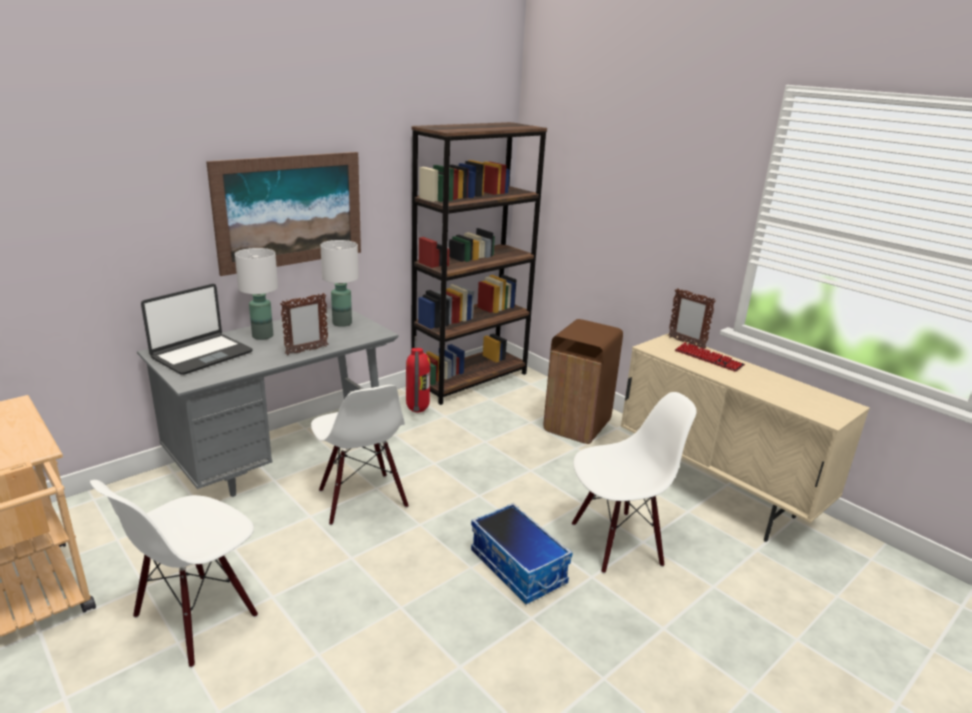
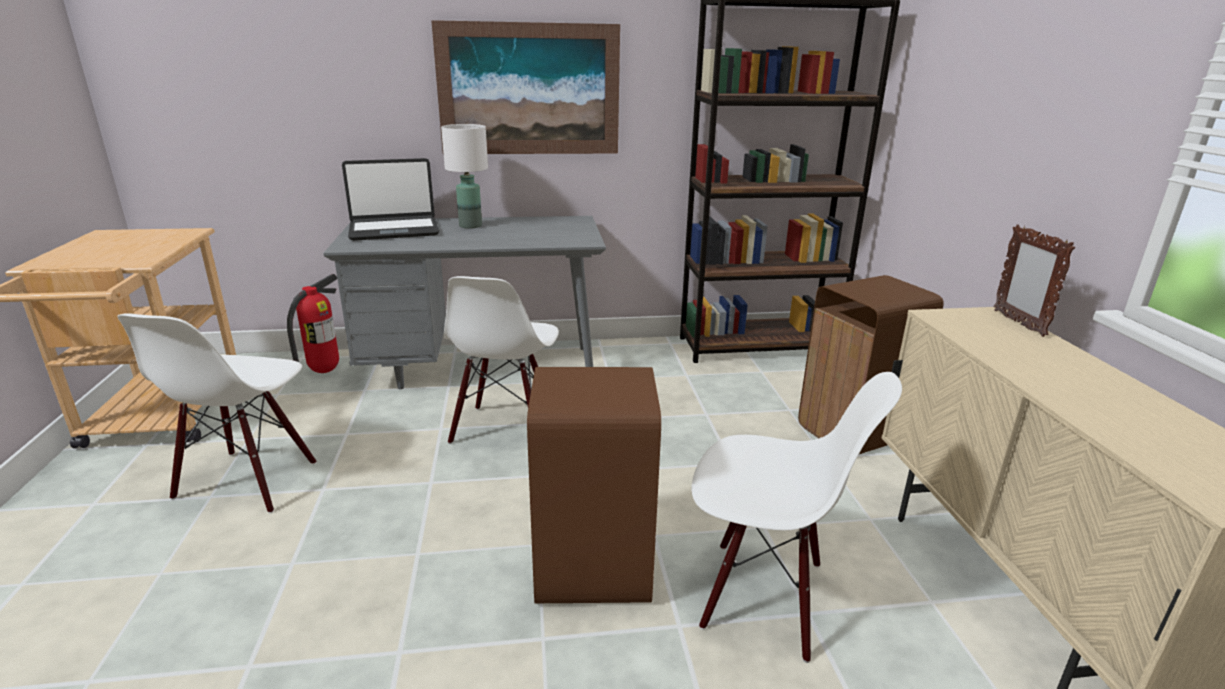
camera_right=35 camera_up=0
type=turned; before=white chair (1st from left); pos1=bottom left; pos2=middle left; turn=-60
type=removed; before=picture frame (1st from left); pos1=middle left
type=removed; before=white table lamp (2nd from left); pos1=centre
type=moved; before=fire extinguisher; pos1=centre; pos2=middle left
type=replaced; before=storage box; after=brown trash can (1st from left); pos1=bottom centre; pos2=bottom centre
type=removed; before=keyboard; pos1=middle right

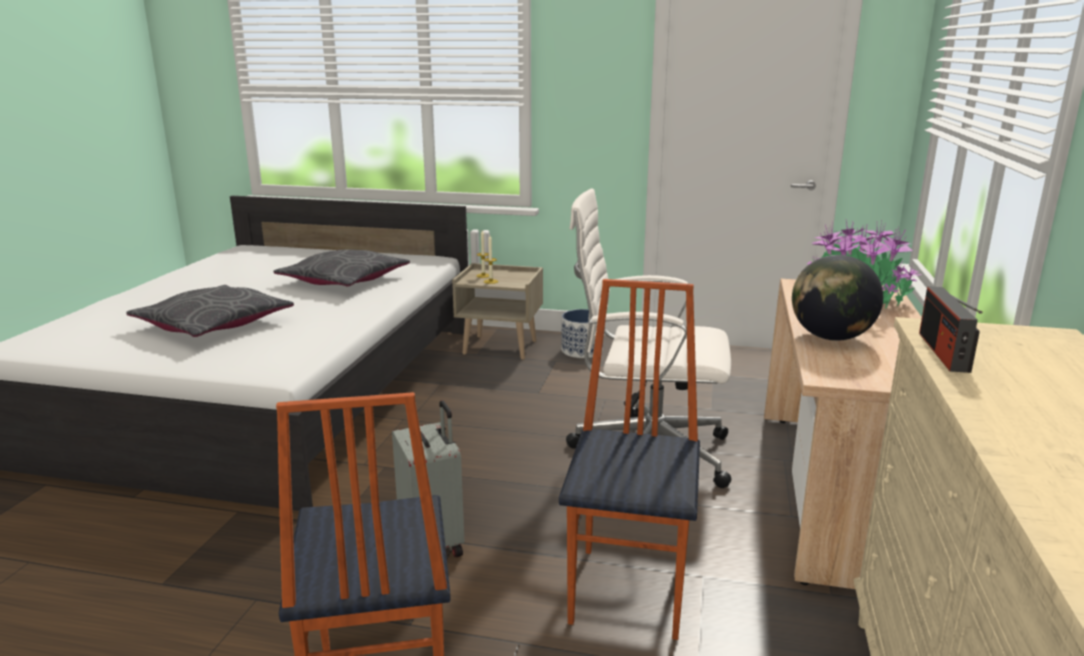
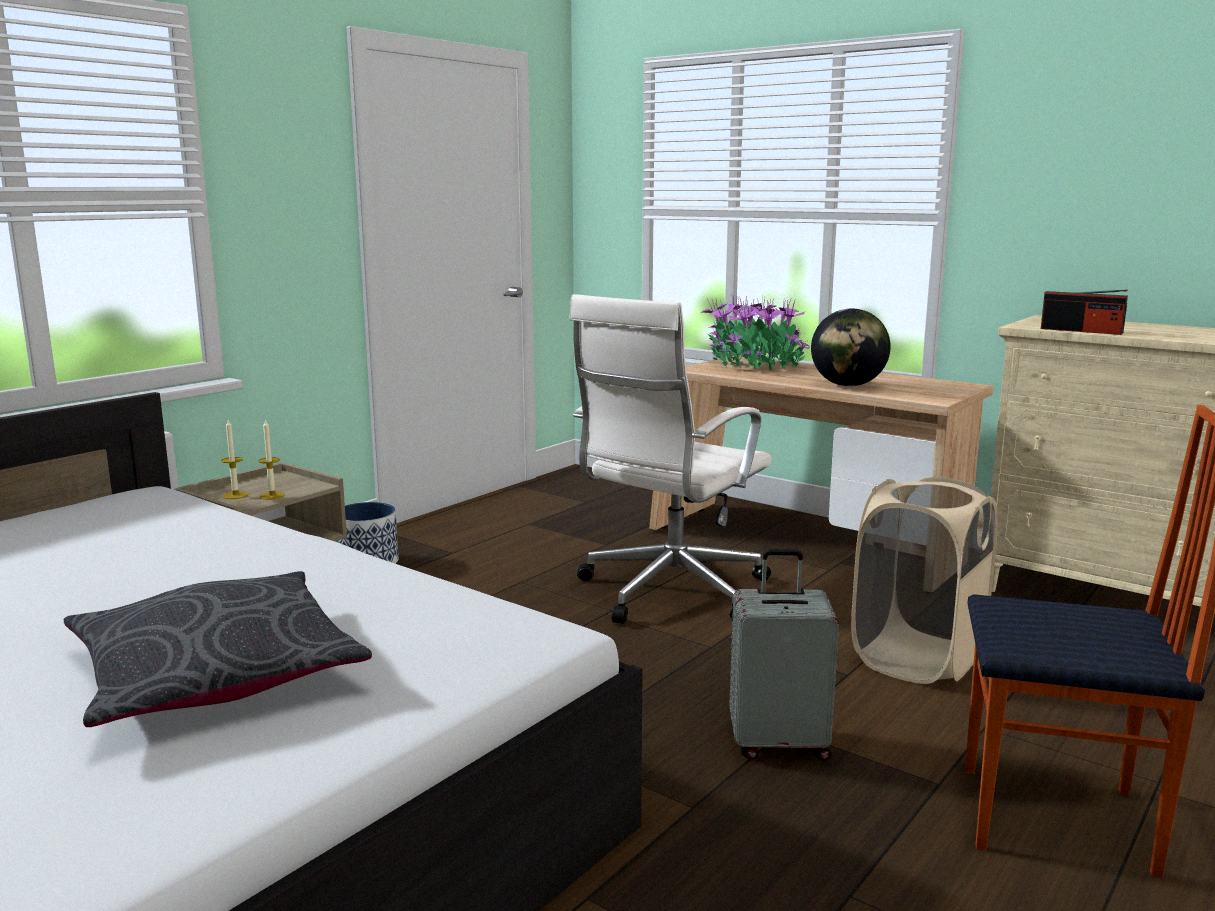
camera_right=-65 camera_up=-5
type=removed; before=grey pillow (2nd from left); pos1=middle left
type=replaced; before=chair (2nd from left); after=beige laundry basket; pos1=bottom centre; pos2=middle right

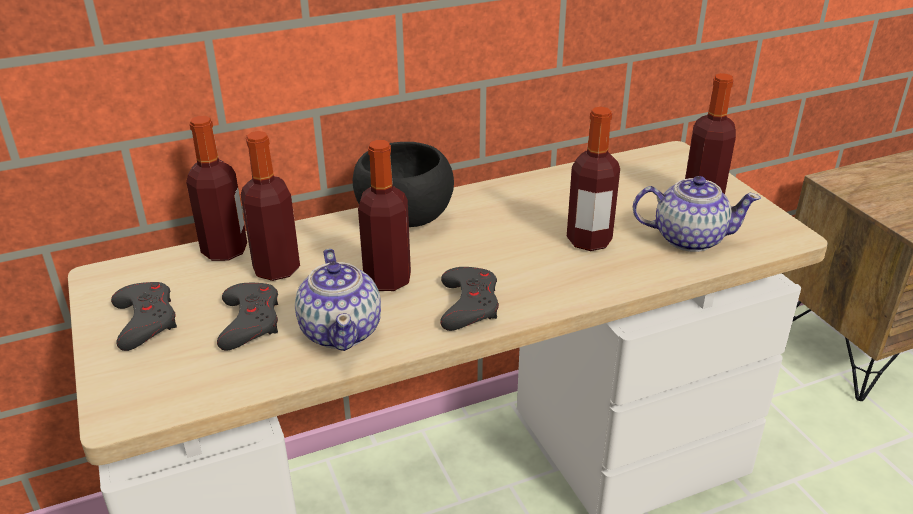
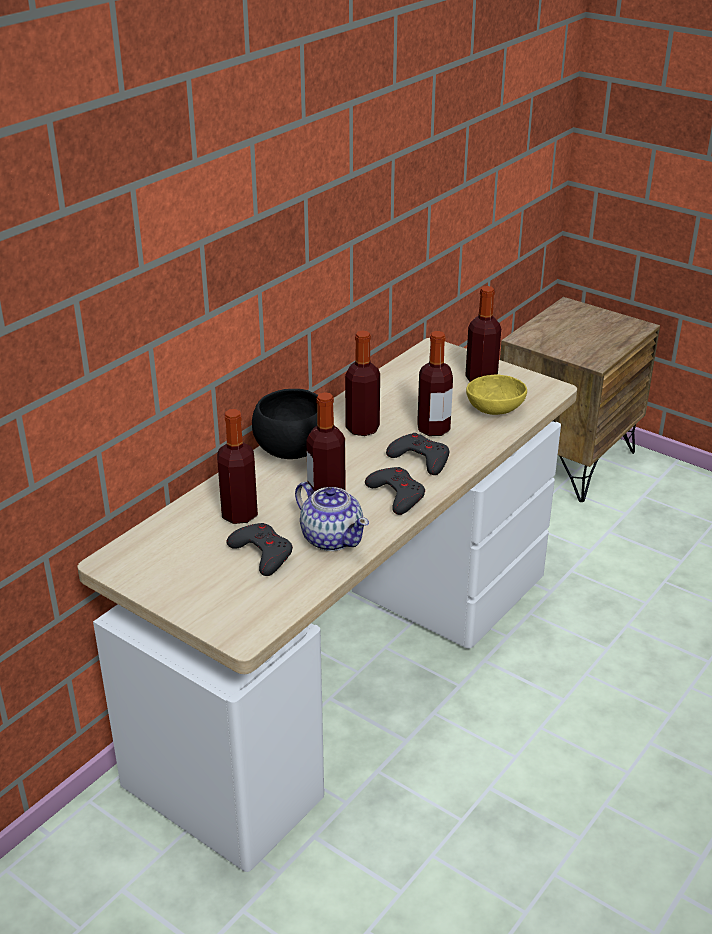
camera_right=-30 camera_up=0
type=moved; before=grey game controller (1st from left in the first image); after=grey game controller (3rd from left); pos1=middle left; pos2=centre
type=moved; before=bottle (1st from left in the first image); after=bottle (3rd from left); pos1=middle left; pos2=centre
type=replaced; before=teapot (2nd from left); after=yellow bowl; pos1=middle right; pos2=middle right

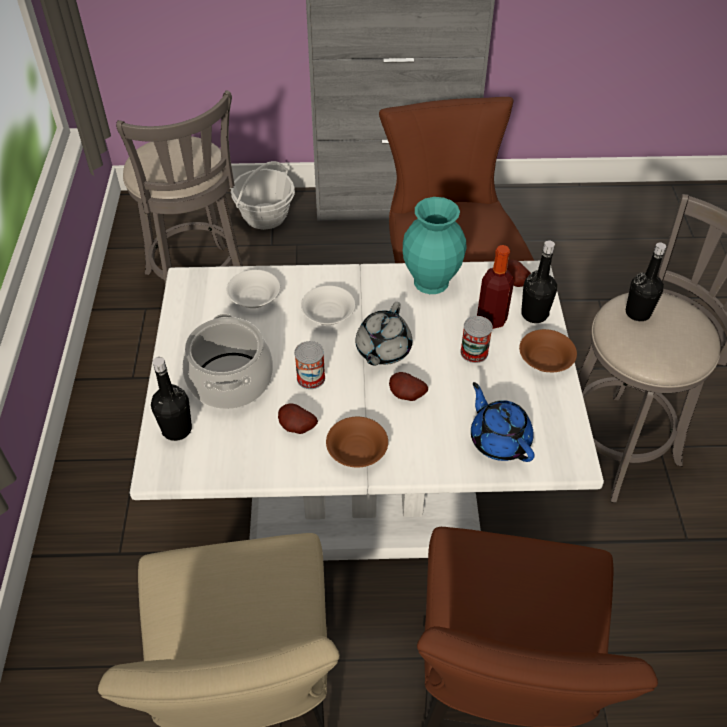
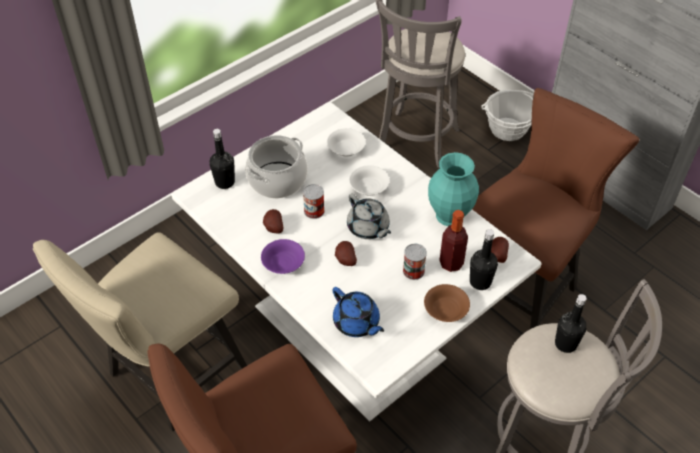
camera_right=50 camera_up=0
type=recoloured; before=brown bowl (1st from left); after=purple bowl; pos1=centre; pos2=centre
type=turned; before=grey teapot; pos1=centre; pos2=centre; turn=-105
type=turned; before=blue teapot; pos1=middle right; pos2=bottom centre; turn=120

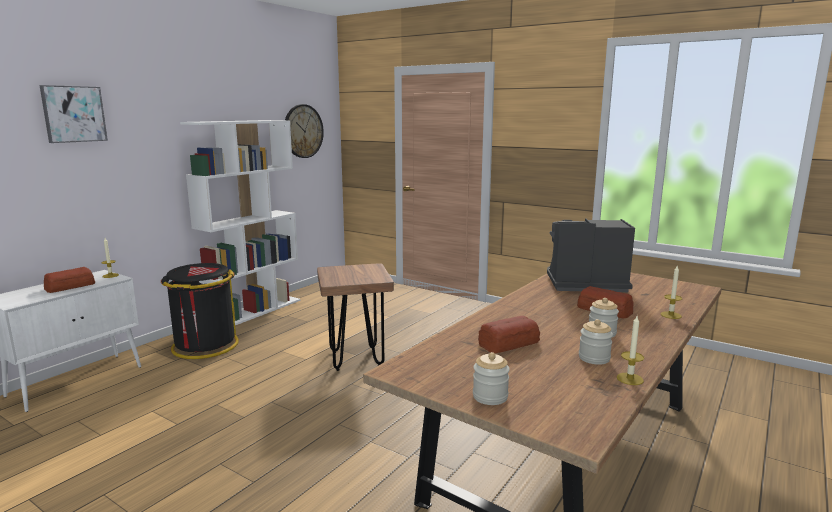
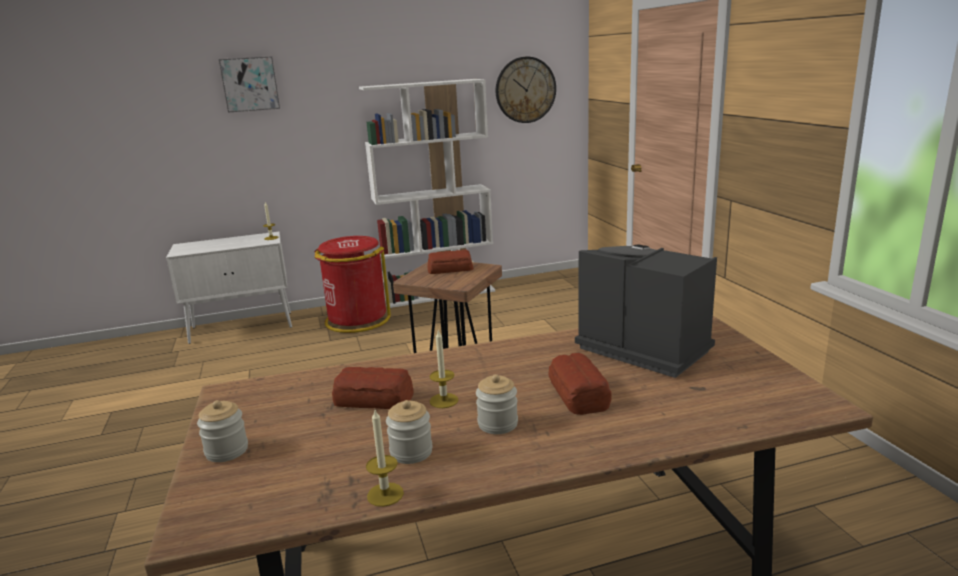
camera_right=40 camera_up=5
type=moved; before=bread (1st from left in the first image); after=bread (2nd from left); pos1=middle left; pos2=centre
type=recoloured; before=black trash can; after=red trash can; pos1=middle left; pos2=centre
type=moved; before=candle (3rd from left); pos1=middle right; pos2=centre

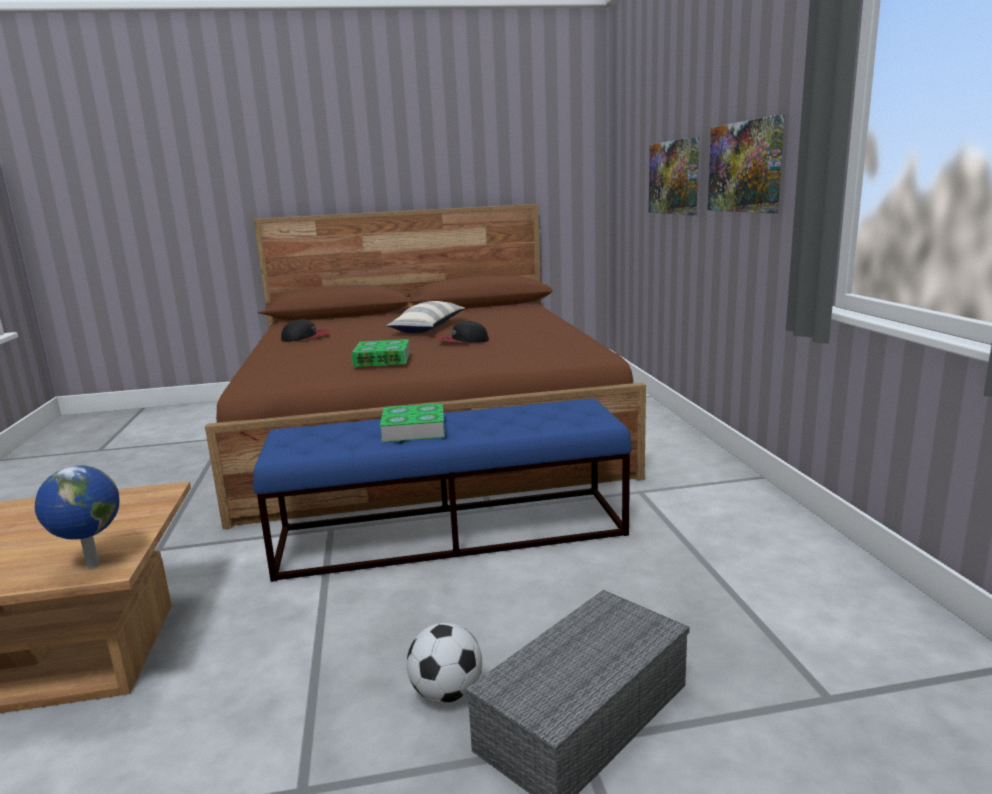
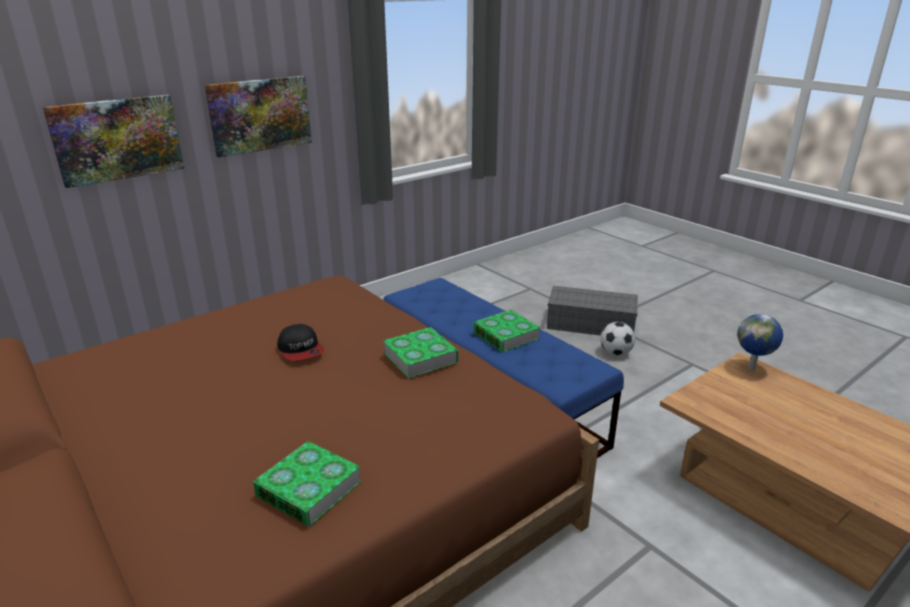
camera_right=-120 camera_up=10
type=replaced; before=cap (1st from left); after=book (1st from left); pos1=middle left; pos2=bottom centre
type=removed; before=pillow; pos1=centre

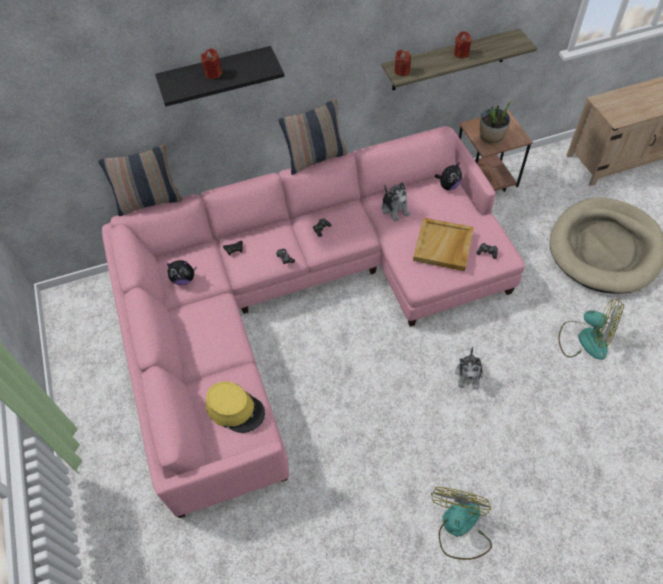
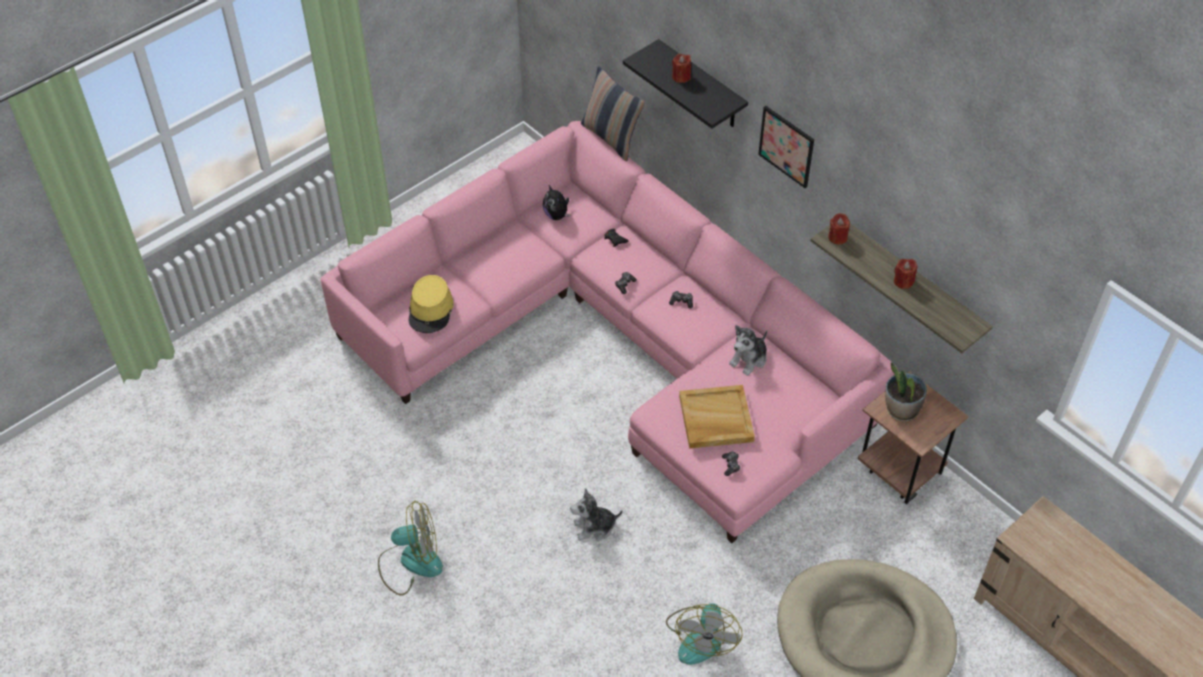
camera_right=65 camera_up=-5
type=removed; before=pillow (2nd from left); pos1=top centre
type=removed; before=plush toy (3rd from left); pos1=top right
type=added; after=picture; pos2=top centre

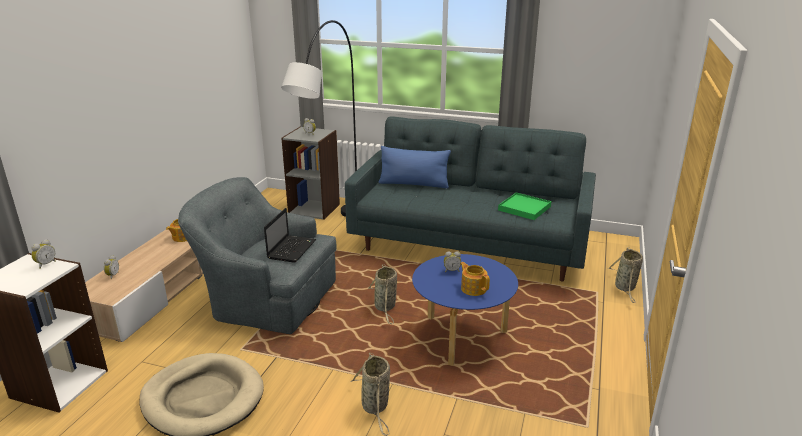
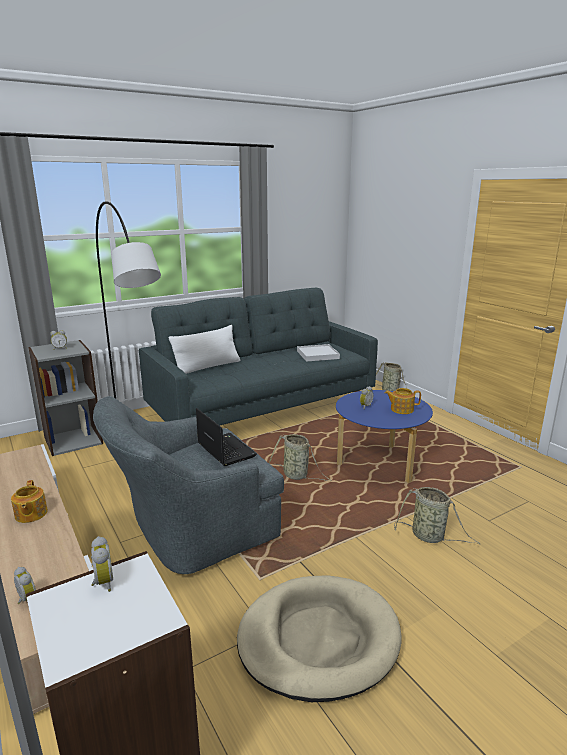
camera_right=-50 camera_up=-5
type=recoloured; before=blue pillow; after=white pillow; pos1=centre; pos2=centre
type=recoloured; before=green tray; after=white tray; pos1=centre; pos2=centre

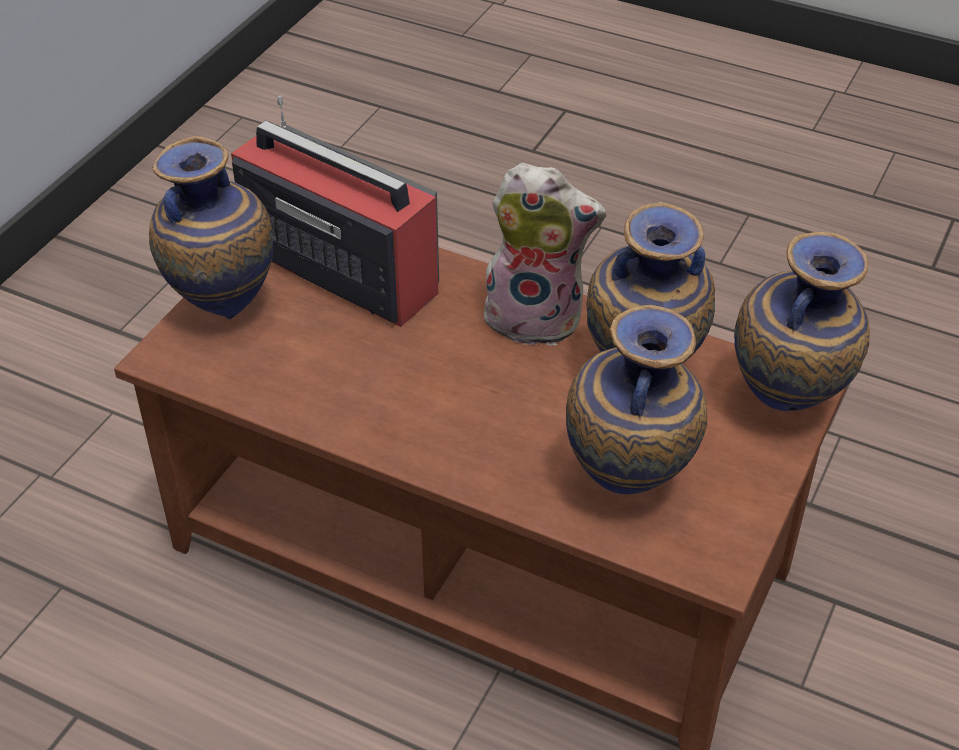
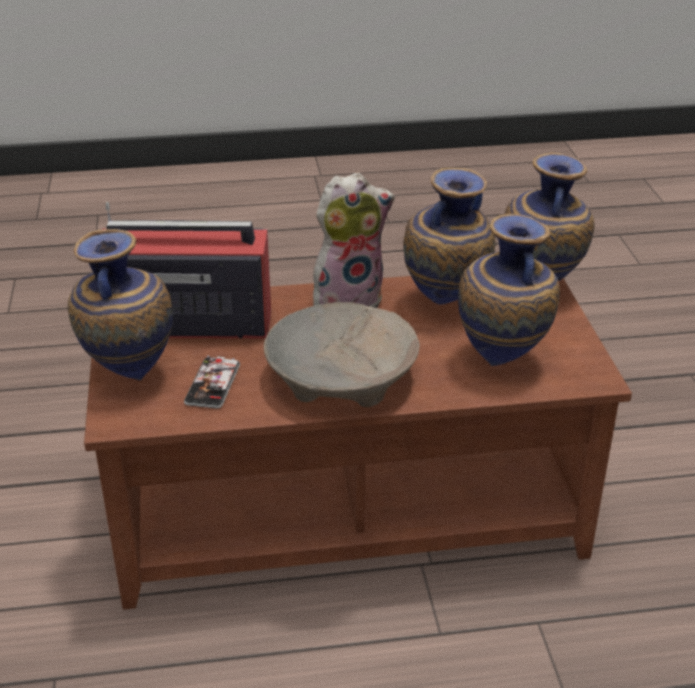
camera_right=-35 camera_up=-10
type=added; after=phone; pos2=middle left
type=added; after=beige bowl; pos2=centre

